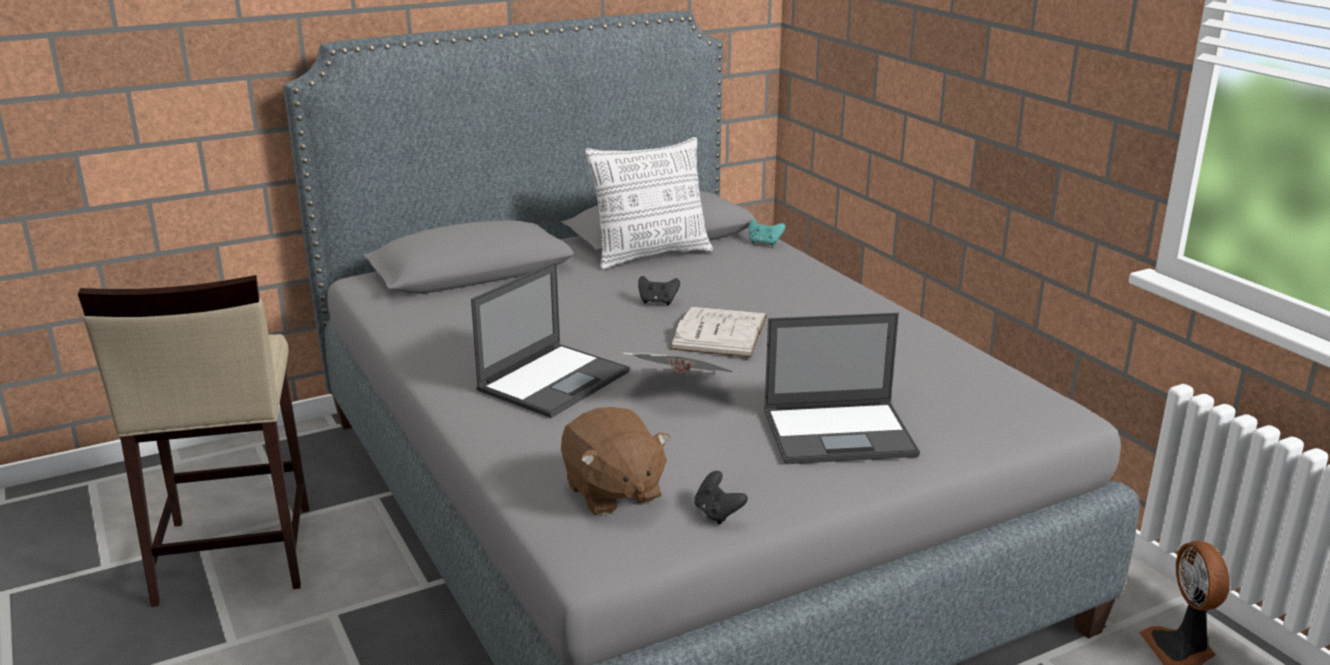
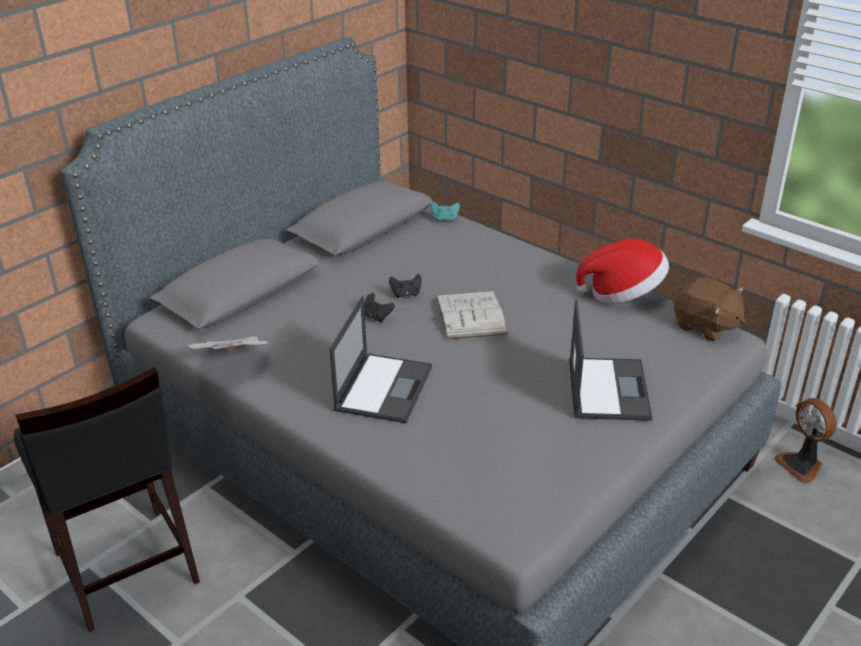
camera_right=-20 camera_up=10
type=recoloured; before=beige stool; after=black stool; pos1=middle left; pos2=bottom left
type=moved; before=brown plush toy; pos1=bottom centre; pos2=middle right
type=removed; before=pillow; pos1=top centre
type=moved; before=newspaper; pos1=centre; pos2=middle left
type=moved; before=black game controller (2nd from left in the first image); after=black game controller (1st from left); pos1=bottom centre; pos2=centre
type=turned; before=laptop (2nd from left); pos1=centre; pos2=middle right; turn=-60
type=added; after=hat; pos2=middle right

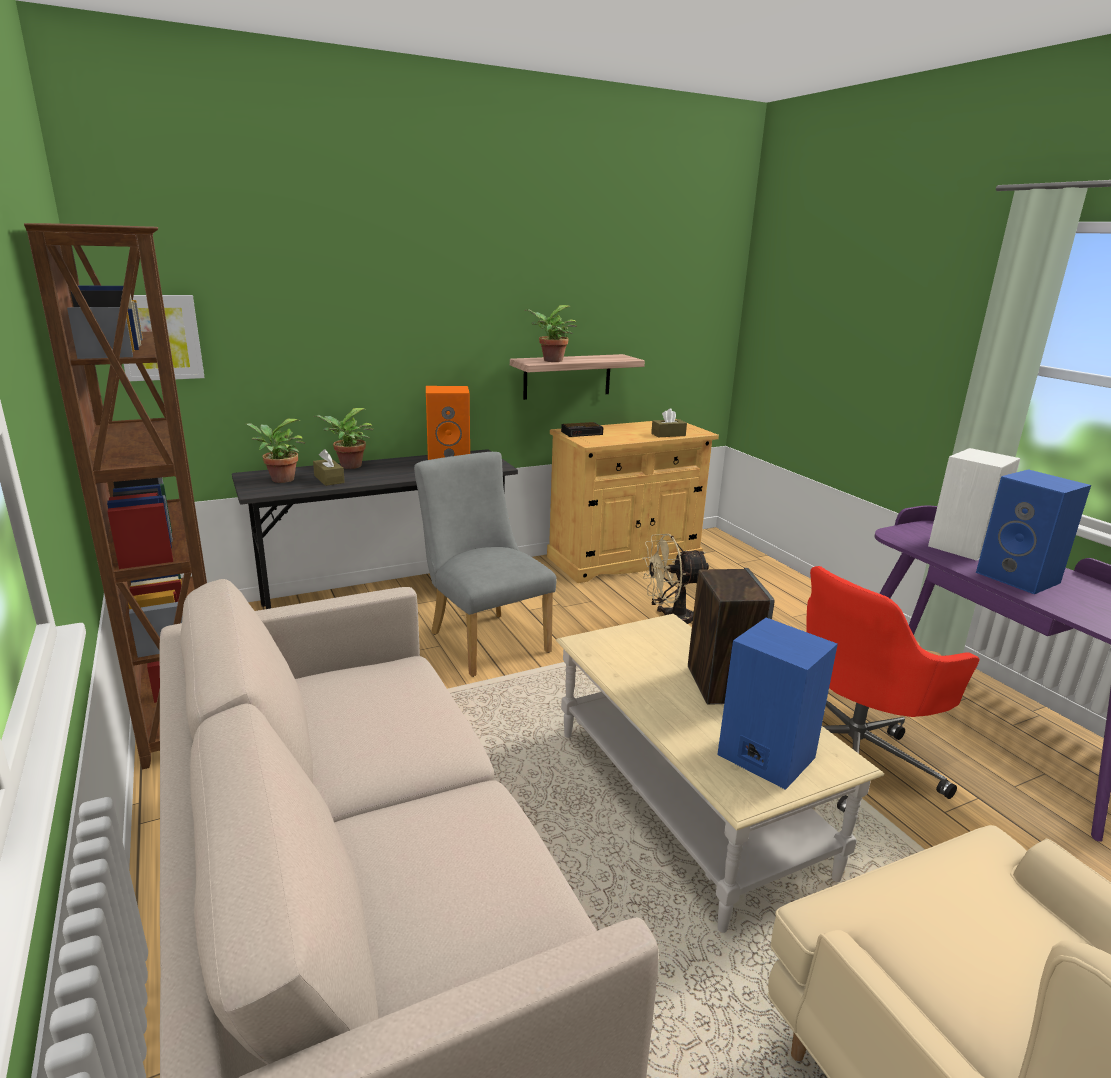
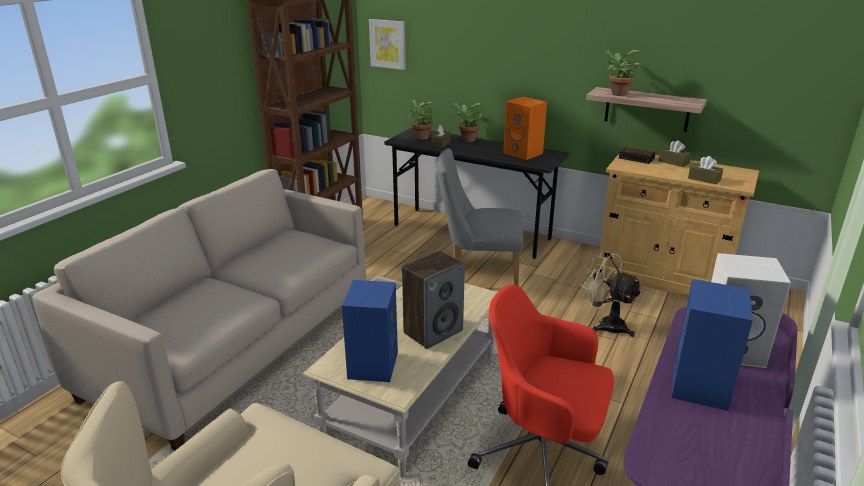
camera_right=55 camera_up=5
type=turned; before=grey chair; pos1=centre; pos2=centre; turn=-105
type=added; after=brown tissue box (2nd from left); pos2=top right

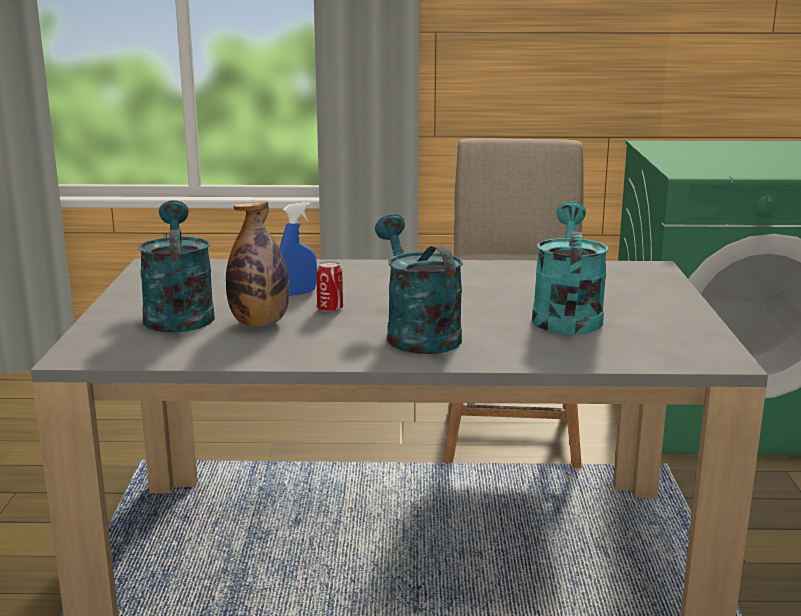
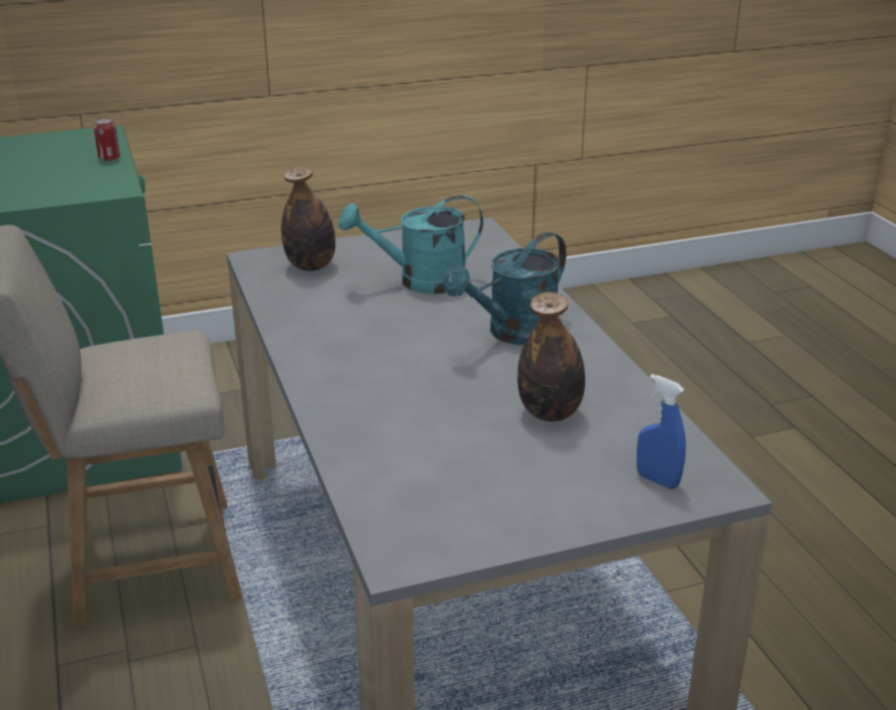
camera_right=-110 camera_up=10
type=removed; before=turquoise watering can (1st from left); pos1=middle left
type=moved; before=blue spray bottle; pos1=centre; pos2=middle right
type=moved; before=can; pos1=centre; pos2=top left
type=added; after=bottle (1st from left); pos2=top centre

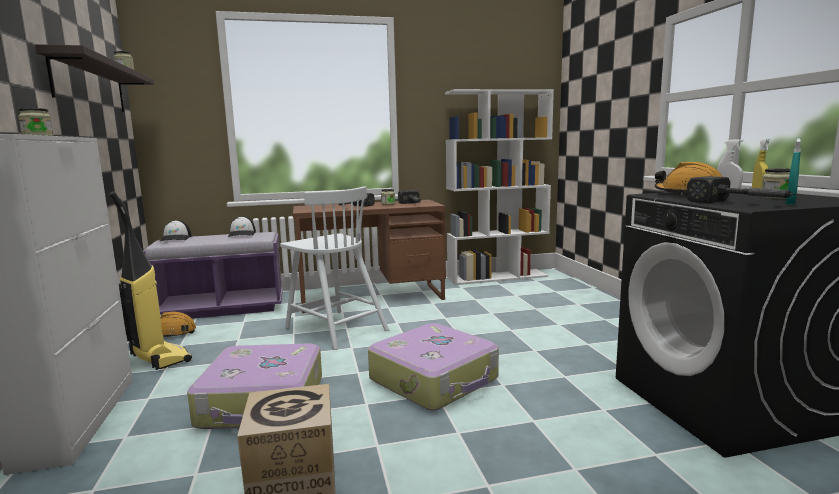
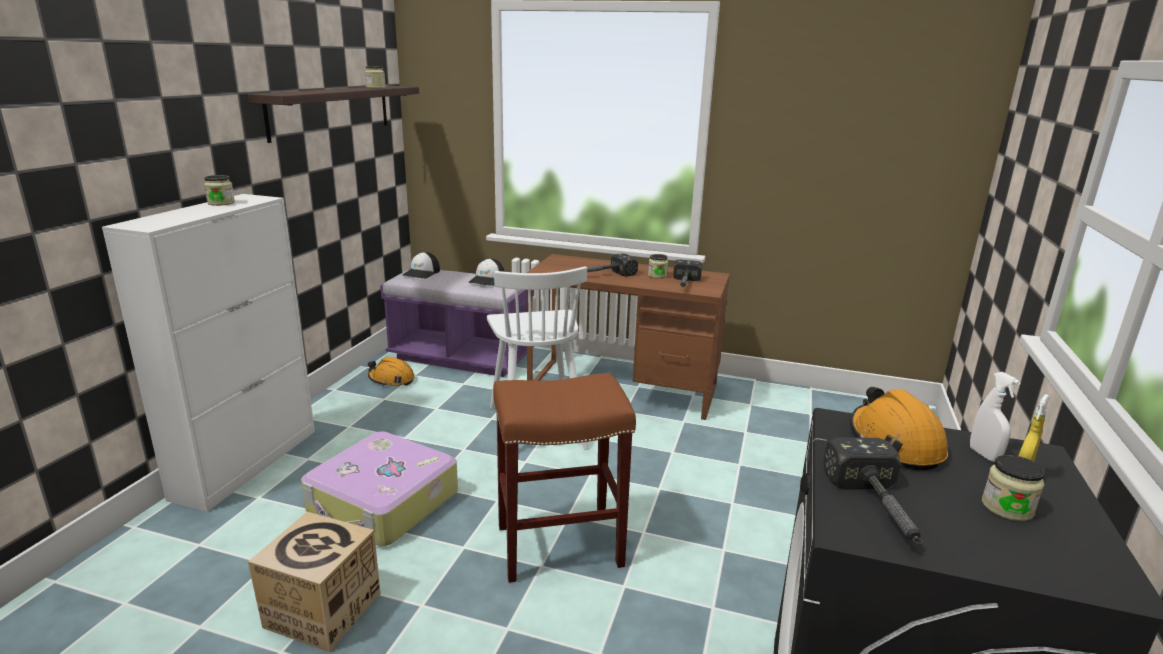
camera_right=30 camera_up=10
type=removed; before=vacuum cleaner; pos1=middle left
type=replaced; before=suitcase (2nd from left); after=brown stool; pos1=bottom centre; pos2=bottom centre
type=removed; before=white bookcase; pos1=centre
type=removed; before=turquoise spray bottle; pos1=middle right

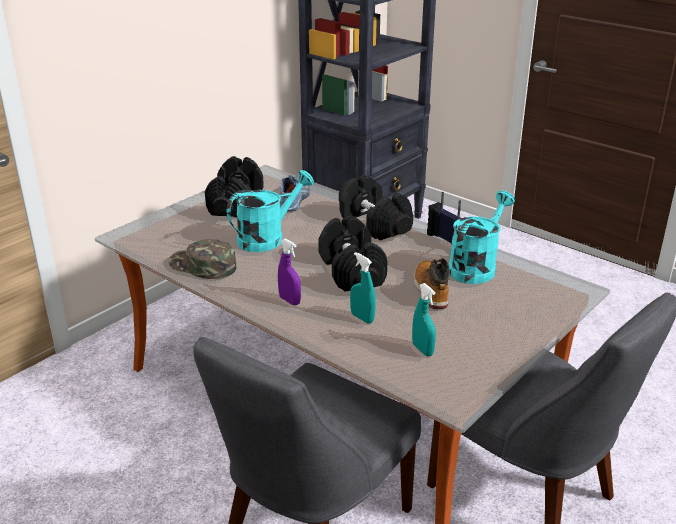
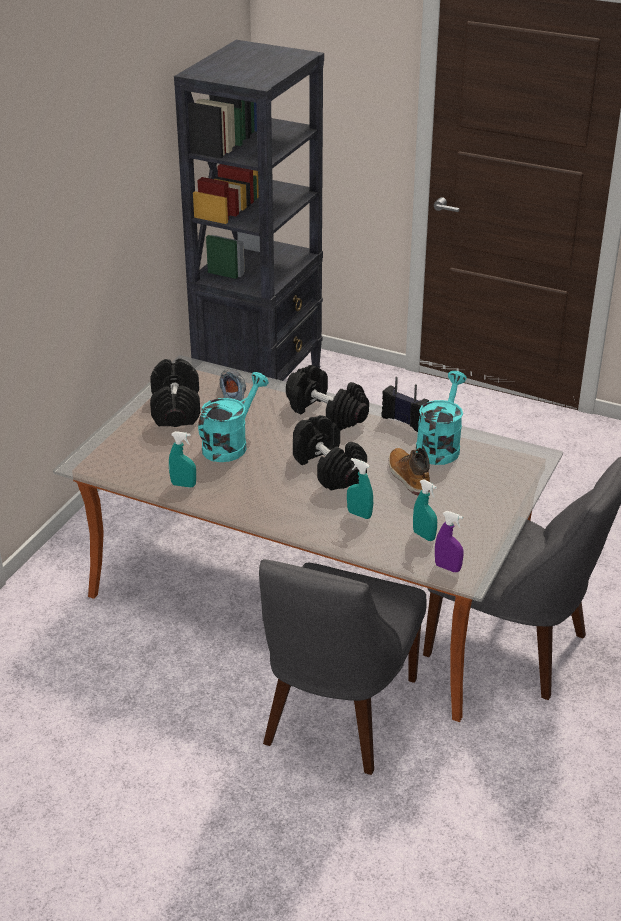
camera_right=-15 camera_up=5
type=replaced; before=green cap; after=turquoise spray bottle (1st from left); pos1=middle left; pos2=middle left
type=moved; before=purple spray bottle; pos1=centre; pos2=middle right

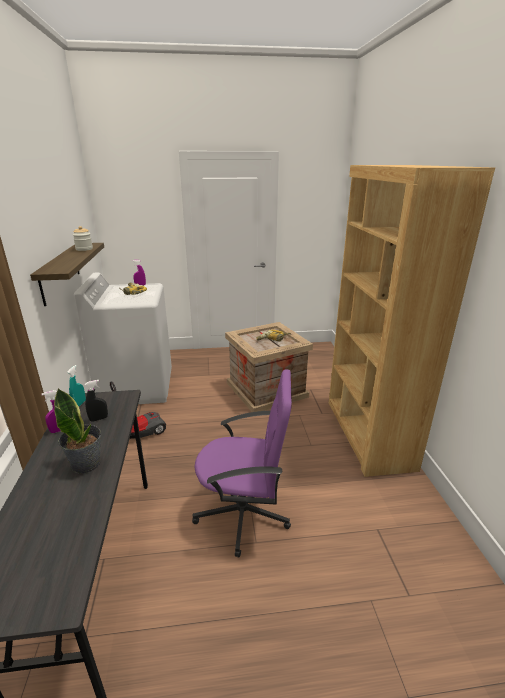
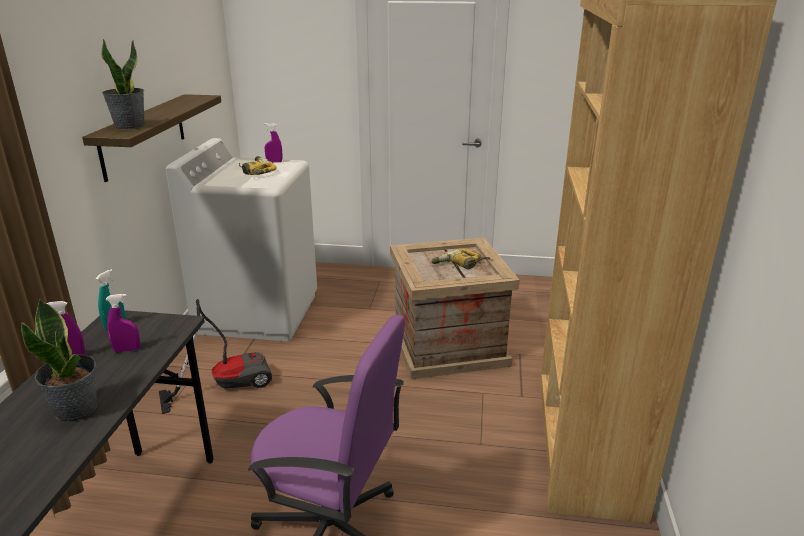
camera_right=15 camera_up=0
type=removed; before=jar; pos1=middle left
type=recoloured; before=black spray bottle; after=purple spray bottle (2nd from left); pos1=middle left; pos2=middle left
type=added; after=potted plant (2nd from left); pos2=top left

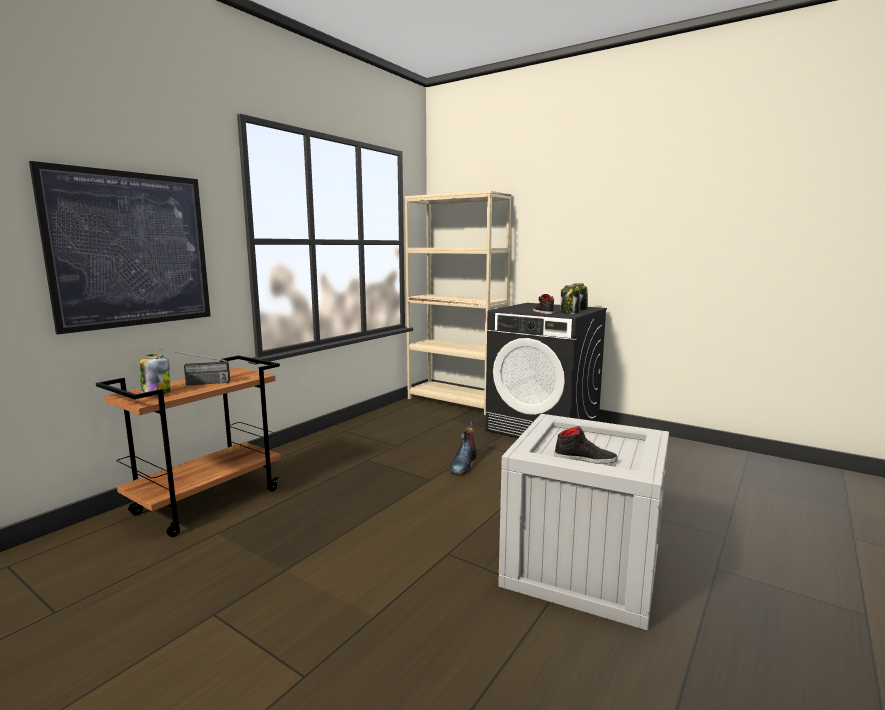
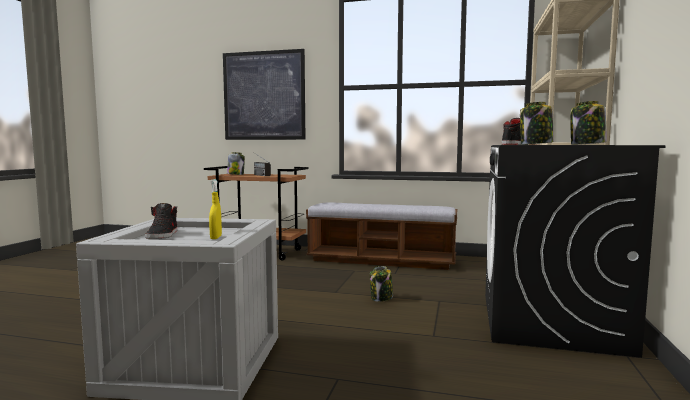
camera_right=70 camera_up=-5
type=replaced; before=boot; after=jar (2nd from left); pos1=centre; pos2=bottom centre
type=added; after=yellow spray bottle; pos2=middle left
type=added; after=bench; pos2=centre

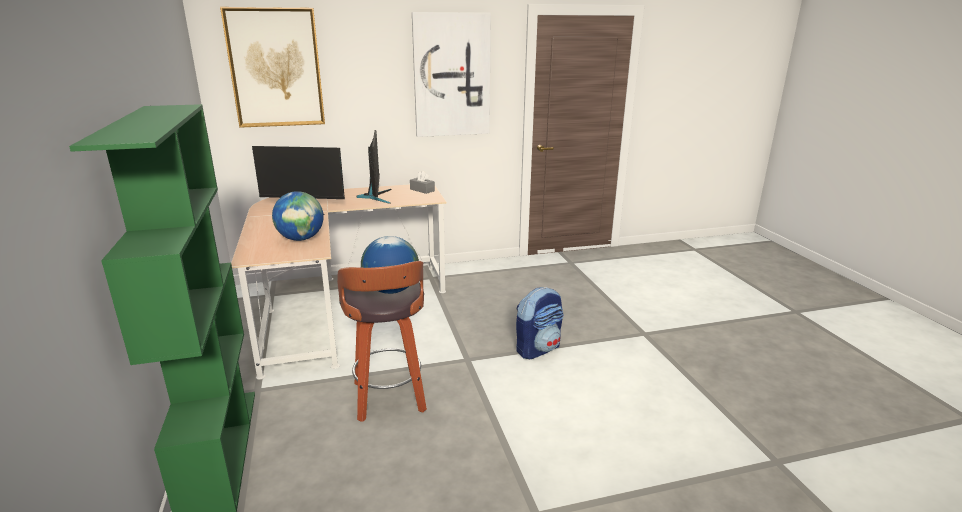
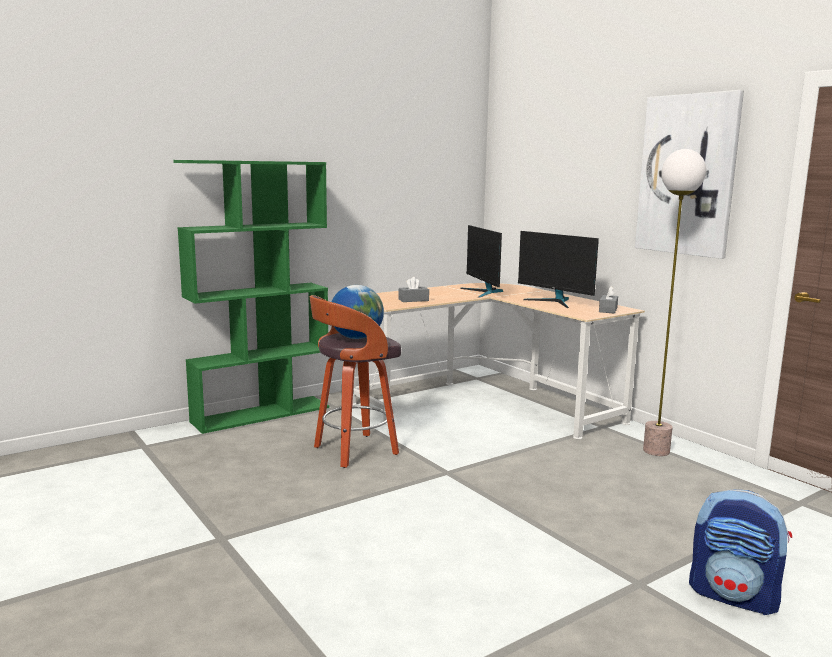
camera_right=70 camera_up=-10
type=removed; before=picture (1st from left); pos1=top left
type=replaced; before=globe (1st from left); after=grey tissue box (1st from left); pos1=middle left; pos2=centre
type=turned; before=monitor (2nd from left); pos1=top centre; pos2=middle right; turn=75
type=moved; before=backpack; pos1=centre; pos2=bottom right
type=added; after=floor lamp; pos2=middle right

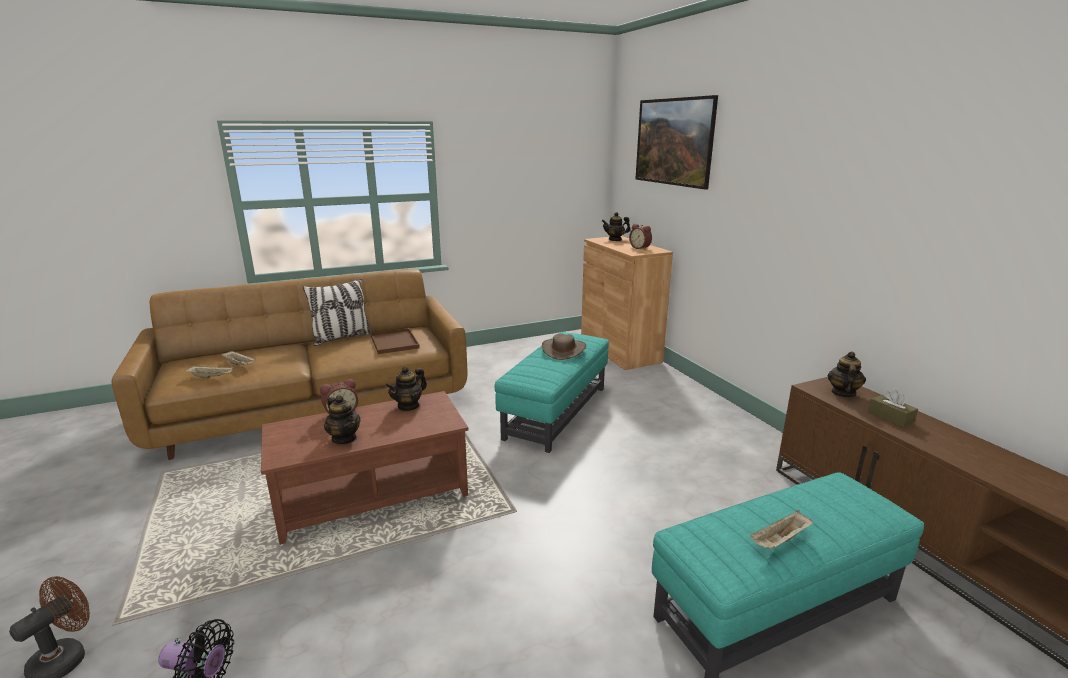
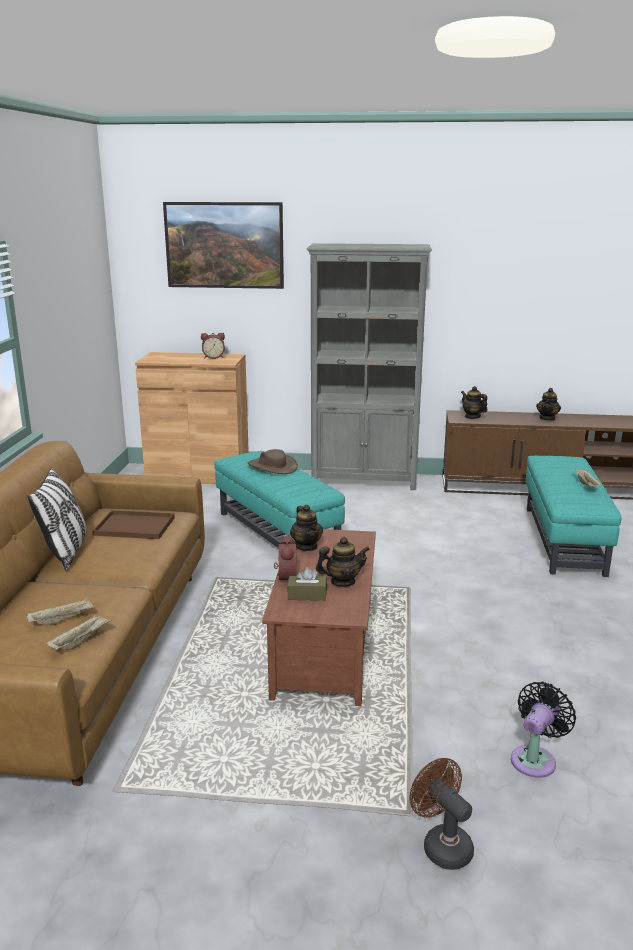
camera_right=-60 camera_up=0
type=moved; before=teapot (3rd from left in the first image); after=teapot (4th from left); pos1=centre; pos2=middle right
type=moved; before=brown tissue box; pos1=middle right; pos2=centre
type=added; after=grey bookcase; pos2=centre

